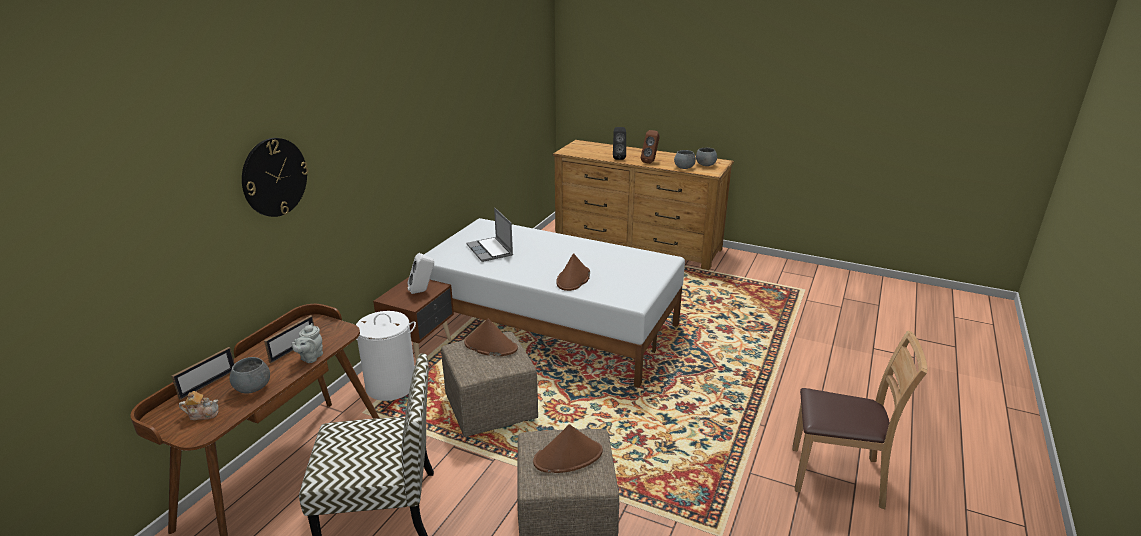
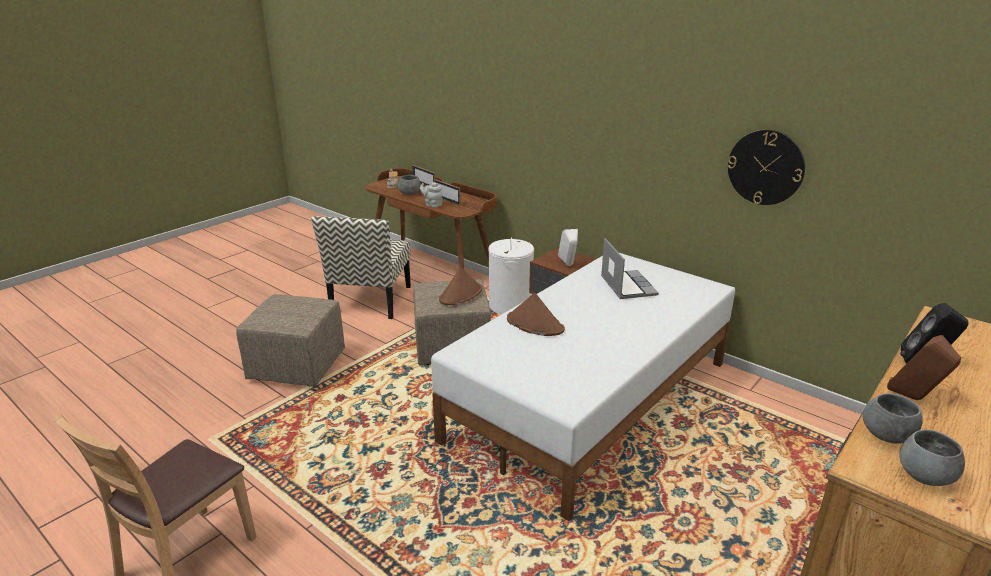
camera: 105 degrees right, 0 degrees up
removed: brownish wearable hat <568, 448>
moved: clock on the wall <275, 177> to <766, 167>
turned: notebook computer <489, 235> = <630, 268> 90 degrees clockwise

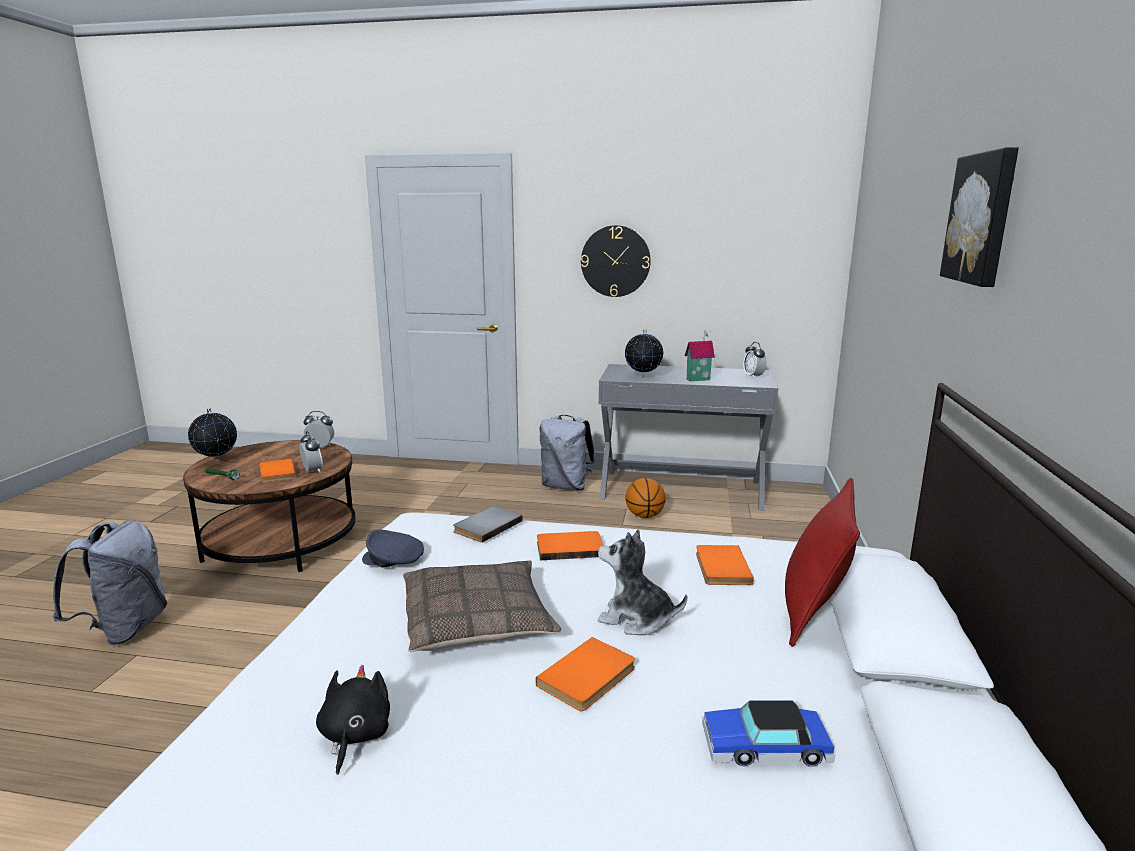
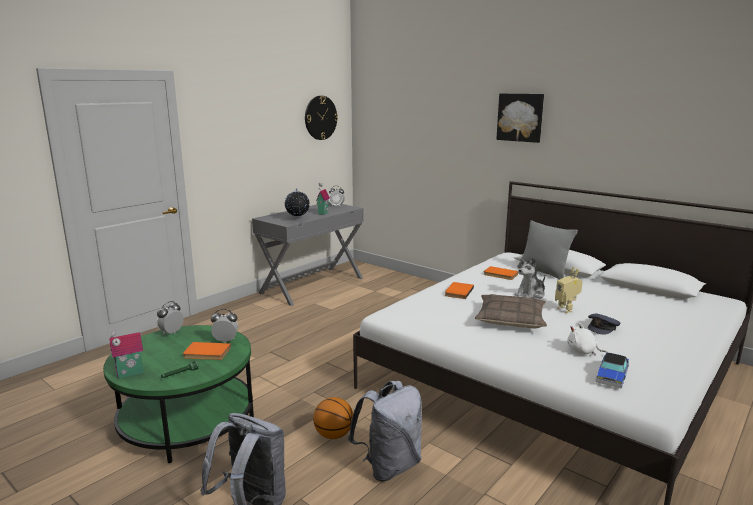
camera: 60 degrees left, 0 degrees up
removed: grey bound book <488, 524>
moved: clock on the wall <616, 261> to <321, 118>; grey knapsack <567, 453> to <385, 431>; basketball ball <645, 498> to <333, 418>; grey baseball cap <393, 548> to <604, 324>; toy car <768, 733> to <612, 371>
replaced: desk globe <212, 434> to model house <125, 354>; orange-coloured bound book <585, 674> to toy robot <569, 290>
recoloured: brownish lounge table <269, 506> to greenish lounge table <178, 394>; reddish pillow <822, 562> to grey pillow <547, 249>; black-coloured cuddly toy <353, 720> to whitish cuddly toy <588, 339>

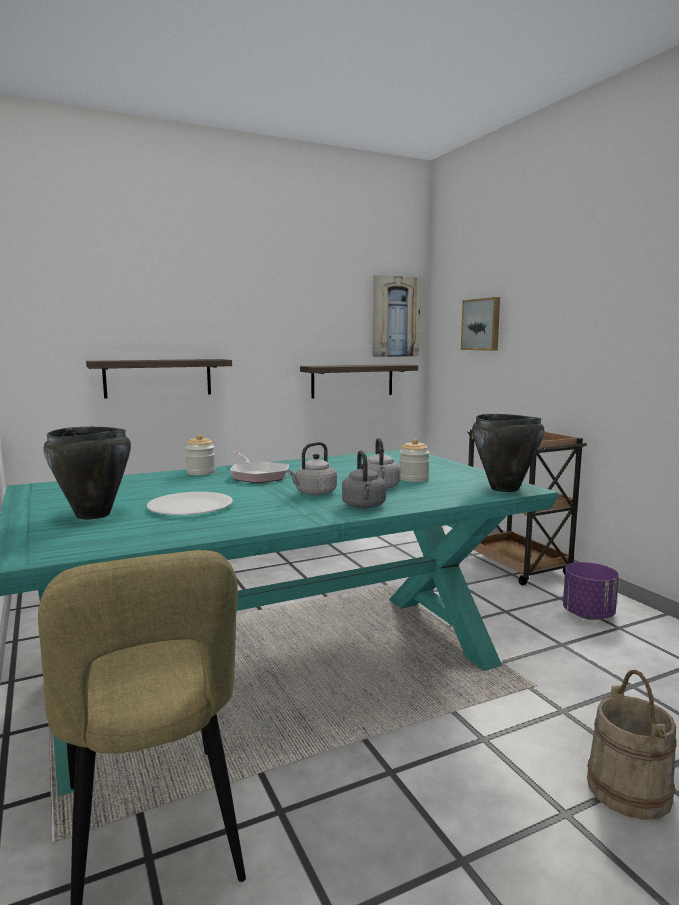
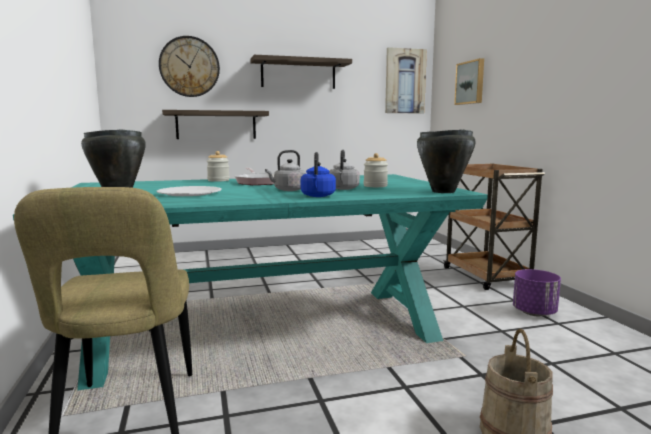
camera: 10 degrees right, 0 degrees up
added: clock on the wall <189, 66>
moved: shelf <359, 381> to <301, 72>
recoloured: grey kettle <364, 479> to blue-coloured kettle <318, 174>

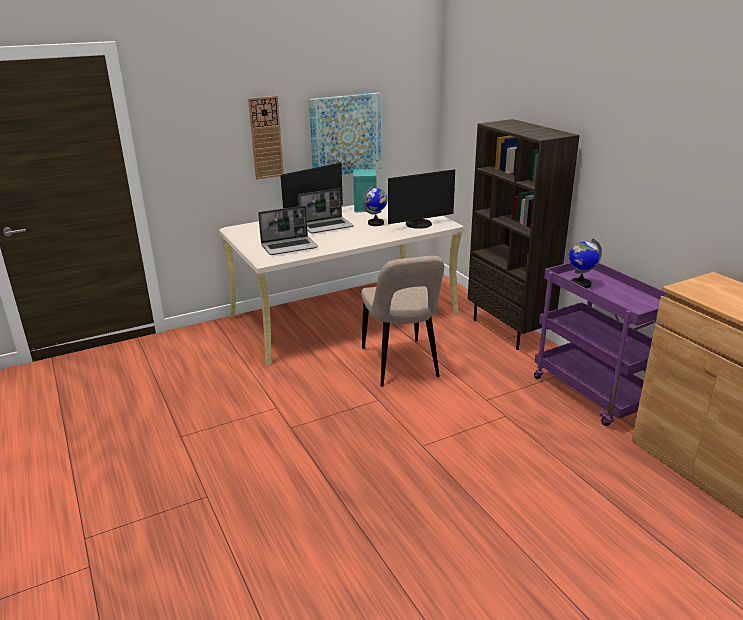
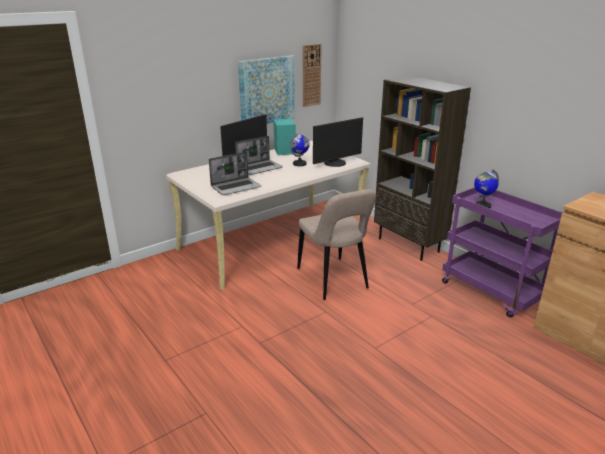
camera: 10 degrees left, 0 degrees up
moved: clock on the wall <266, 137> to <312, 75>

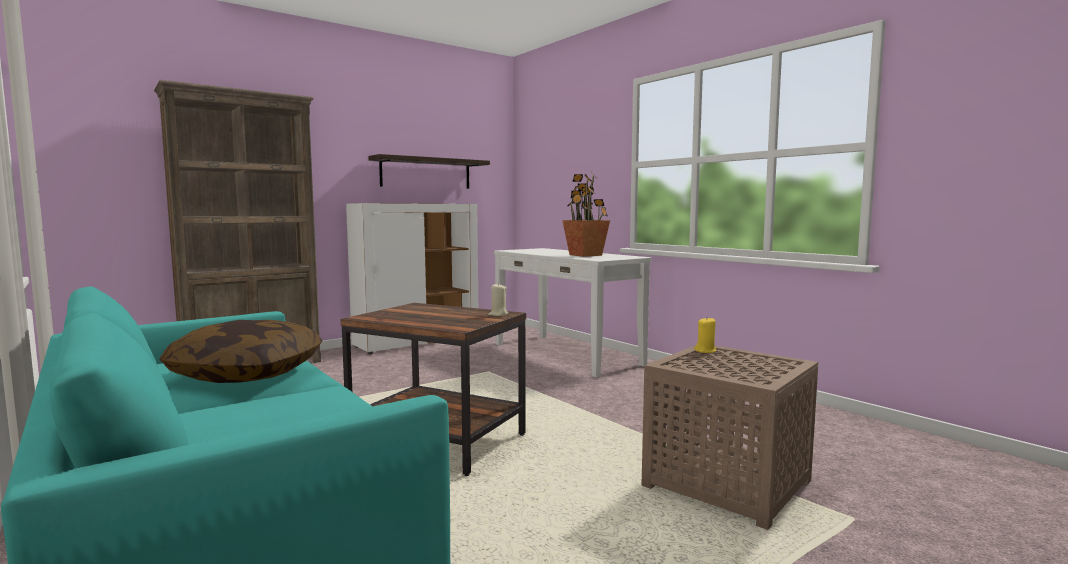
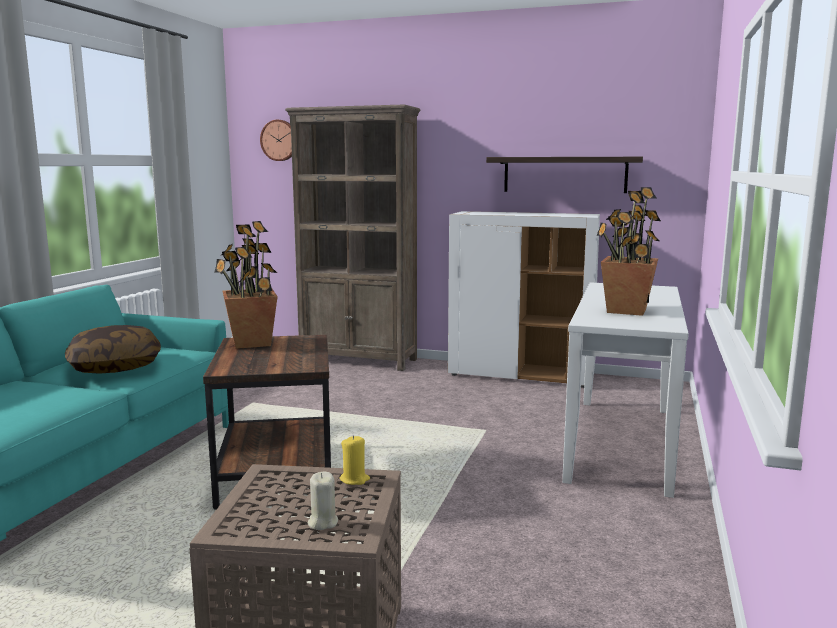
camera: 55 degrees right, 5 degrees up
added: clock on the wall <276, 140>; plant in a pot <246, 285>
moved: beige wax candle <498, 299> to <323, 501>

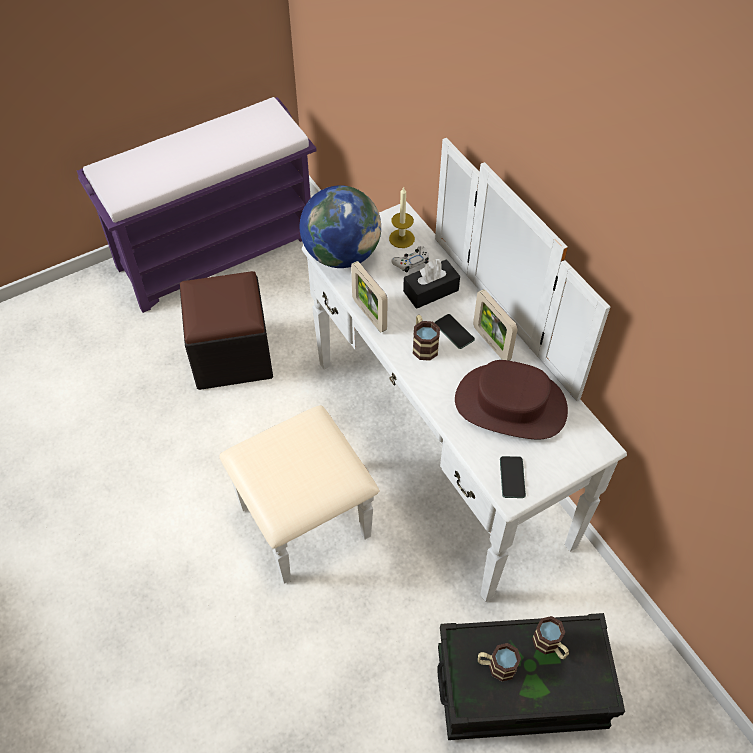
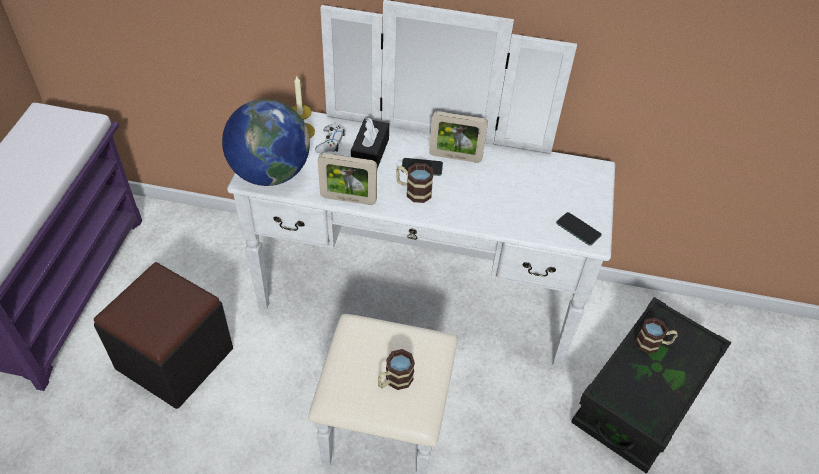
camera: 50 degrees left, 5 degrees down
removed: brownish wearable hat <511, 399>
moved: coffee mug <499, 662> to <396, 369>

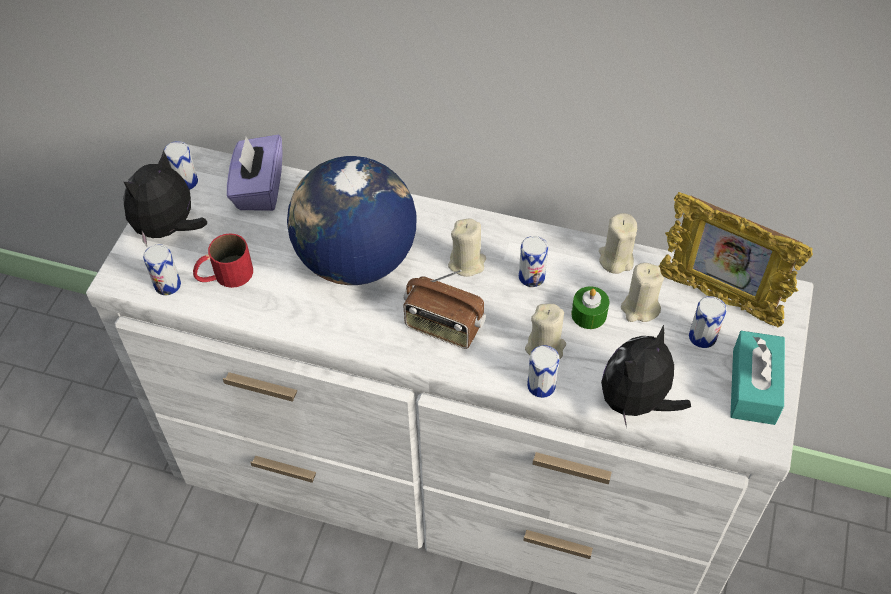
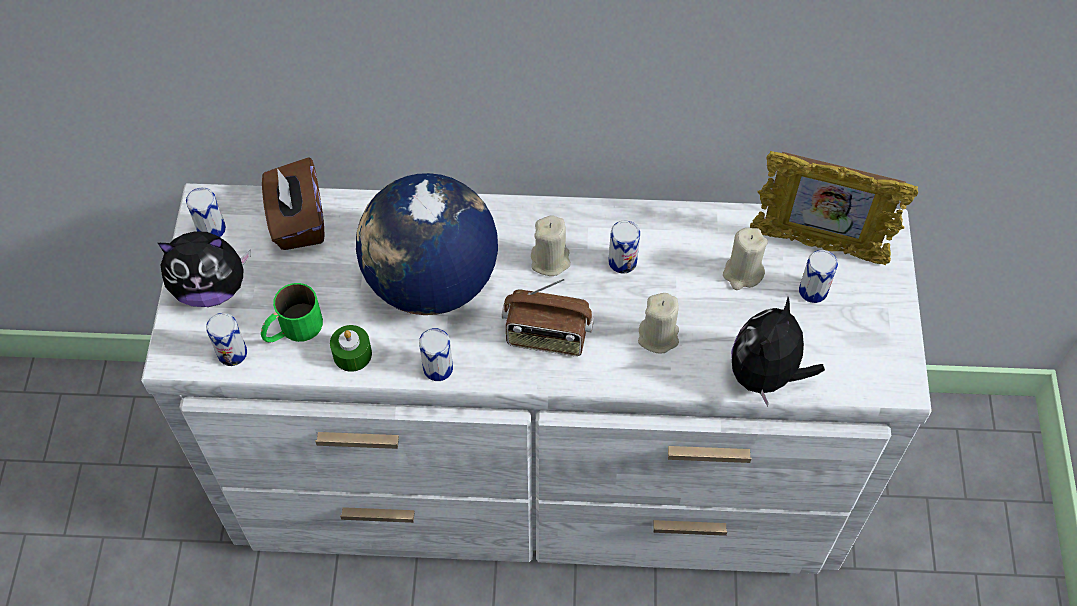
camera: 15 degrees left, 5 degrees up
removed: beige wax candle <618, 243>; blue-green box of tissues <757, 378>
moved: greenish wax candle <590, 307> to <351, 348>; metal can <543, 371> to <436, 354>
recoloured: purple box of tissues <254, 172> to brownish box of tissues <293, 203>; reddish coffee mug <223, 260> to greenish coffee mug <292, 313>
turned: cuddly toy <165, 198> = <204, 269> 120 degrees counterclockwise

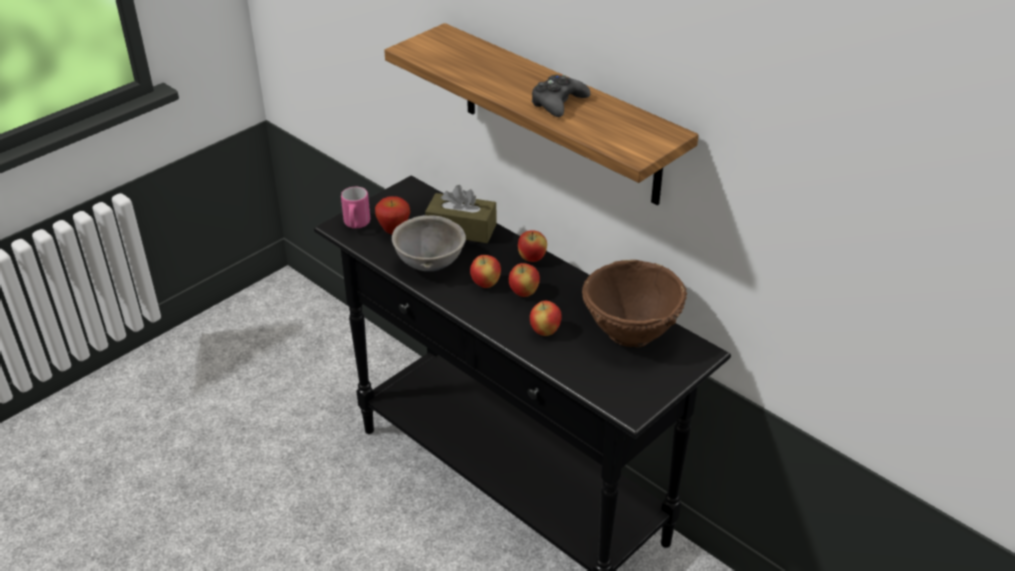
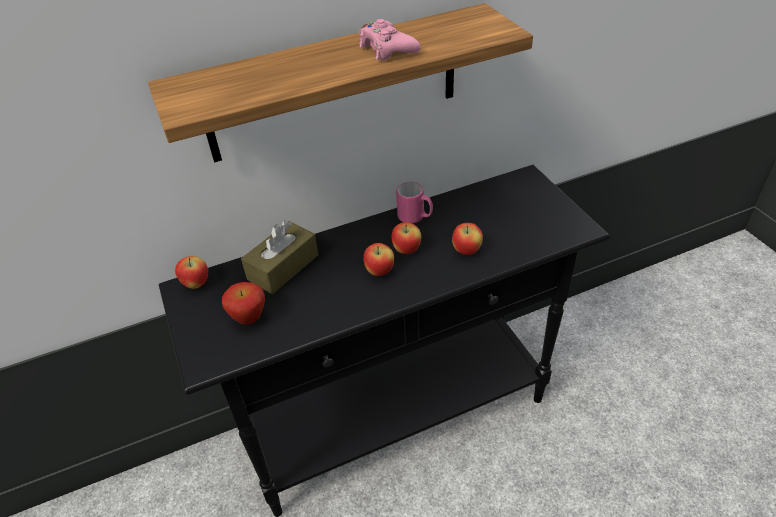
camera: 65 degrees left, 5 degrees up
removed: grey deep dish <429, 243>; brownish deep dish <634, 303>
moved: pink coffee mug <355, 207> to <414, 202>; whole apple <532, 246> to <191, 272>
recoloured: black-coloured joypad <561, 95> to pink joypad <390, 40>

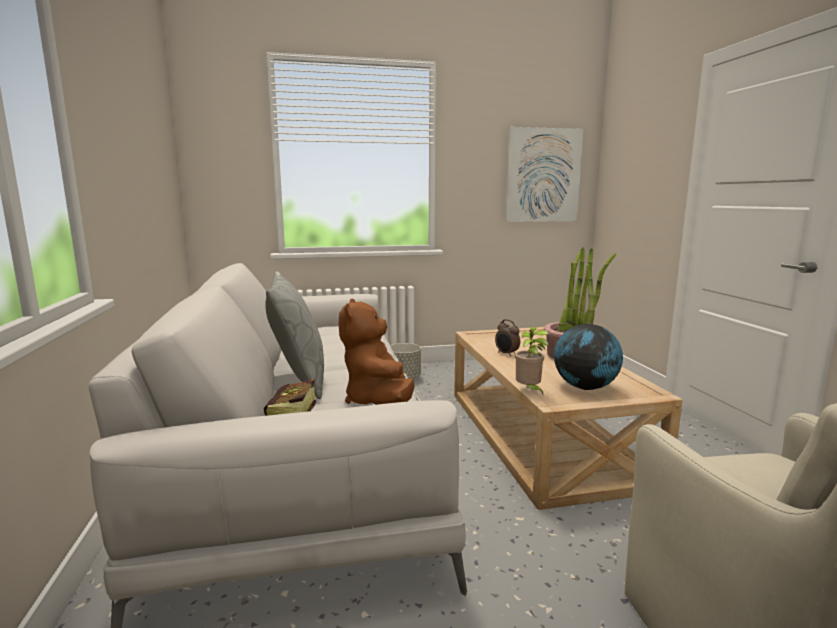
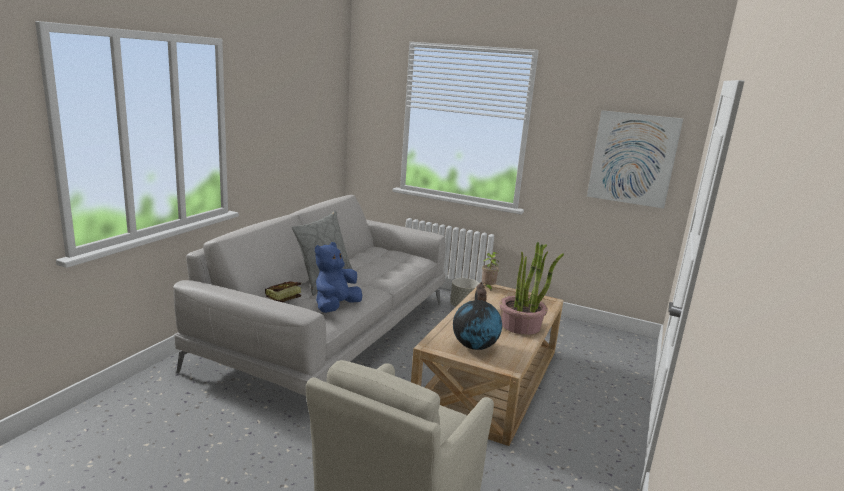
camera: 35 degrees right, 5 degrees up
moved: plant in a pot <531, 361> to <490, 272>
recoloured: brownish cuddly toy <377, 352> to blue-coloured cuddly toy <338, 277>

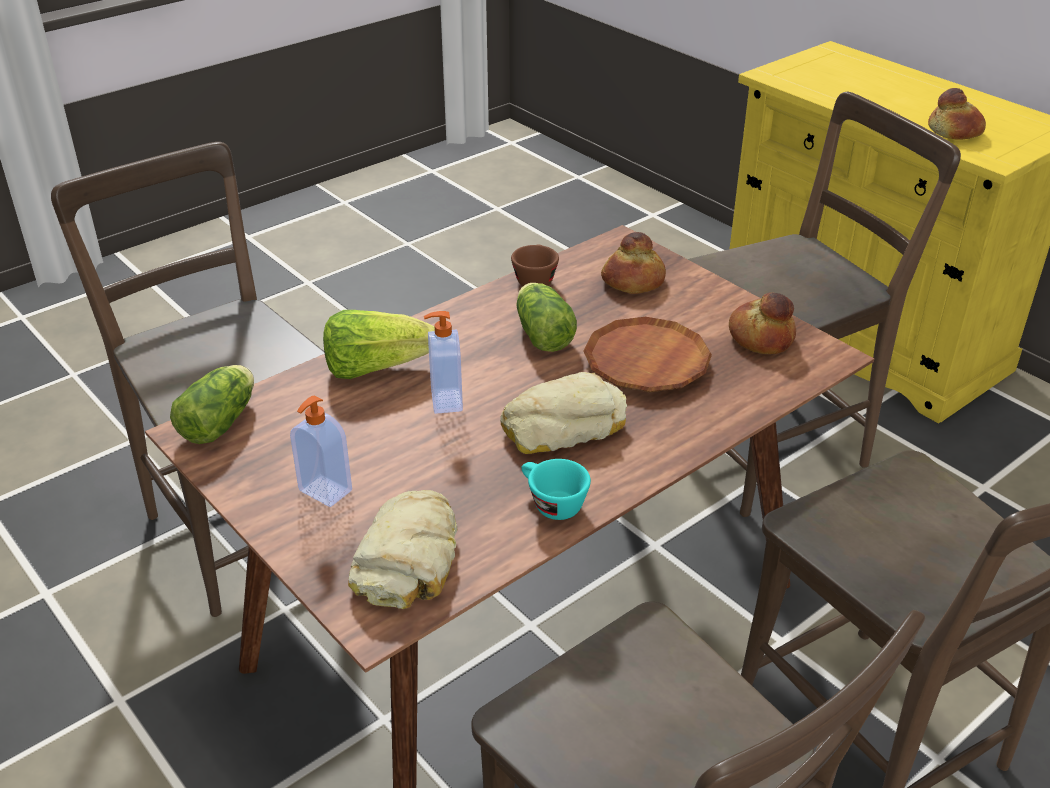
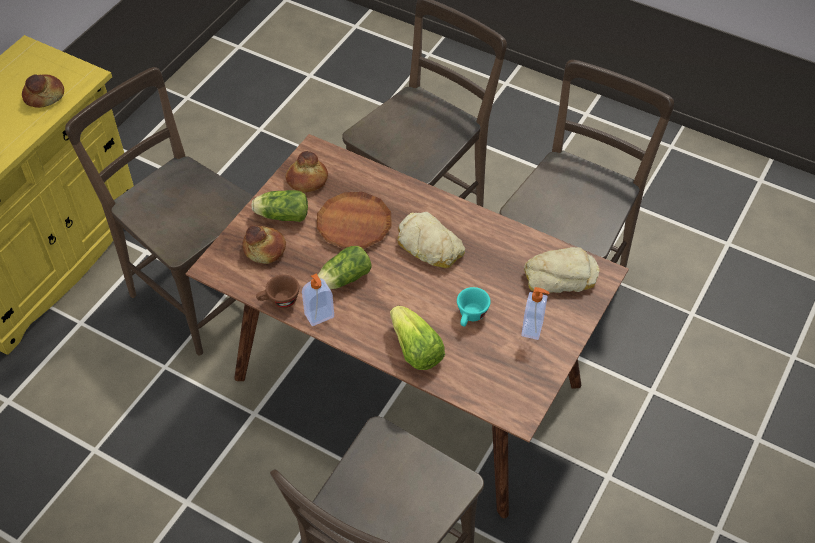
camera: 110 degrees left, 15 degrees up
moved: soap dispenser <443, 362> to <318, 299>; lettuce <212, 404> to <279, 206>; blue-green drinking cup <556, 489> to <474, 307>

